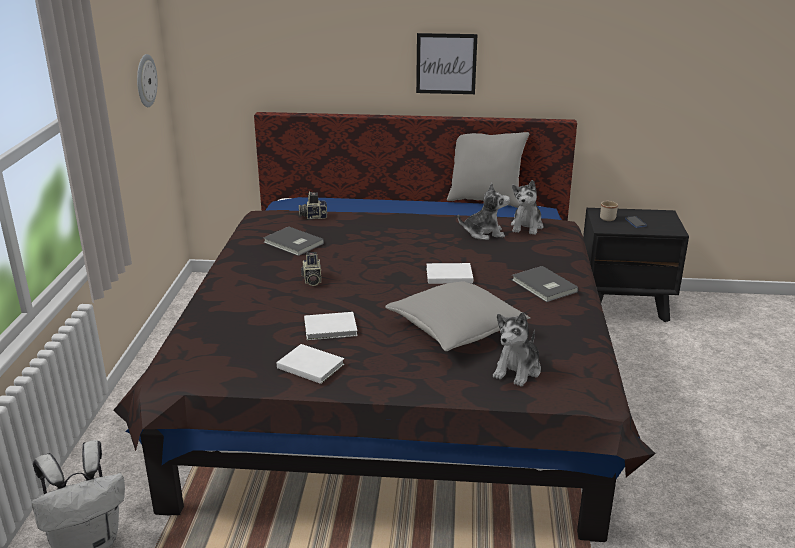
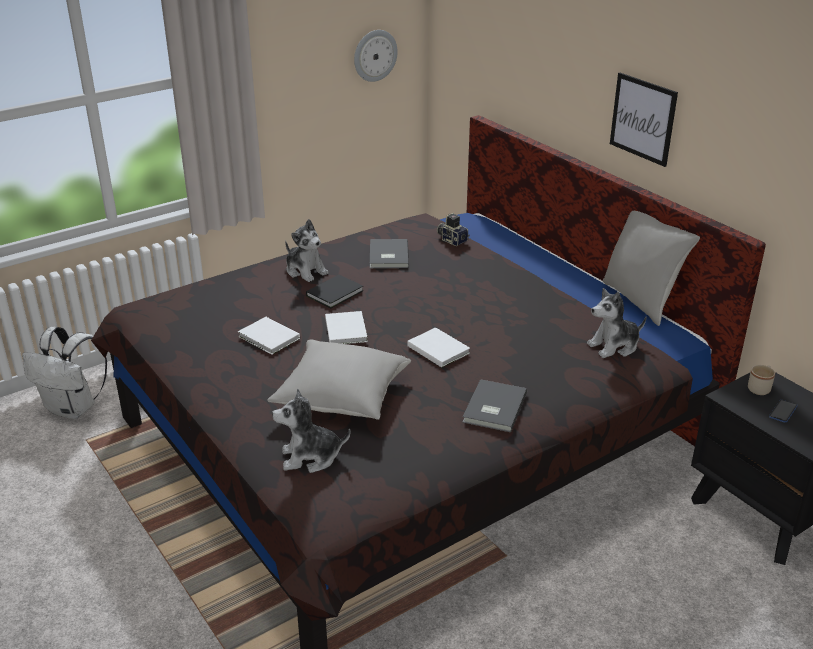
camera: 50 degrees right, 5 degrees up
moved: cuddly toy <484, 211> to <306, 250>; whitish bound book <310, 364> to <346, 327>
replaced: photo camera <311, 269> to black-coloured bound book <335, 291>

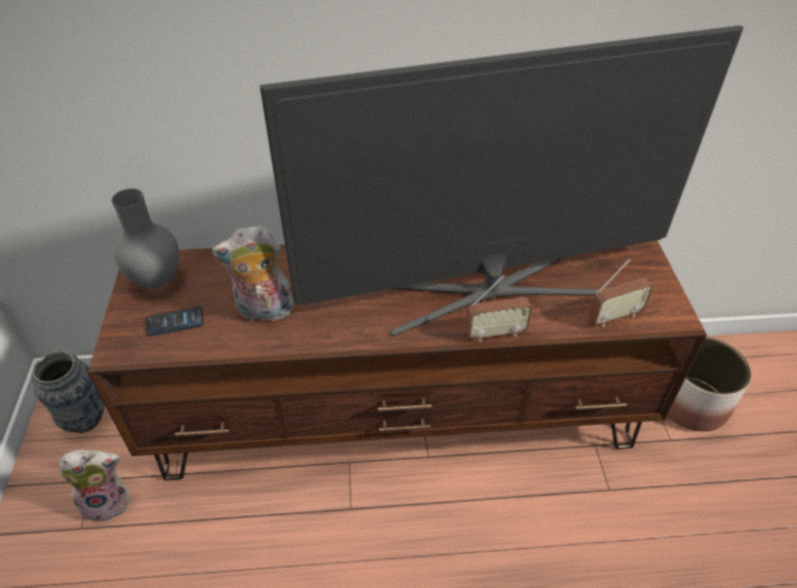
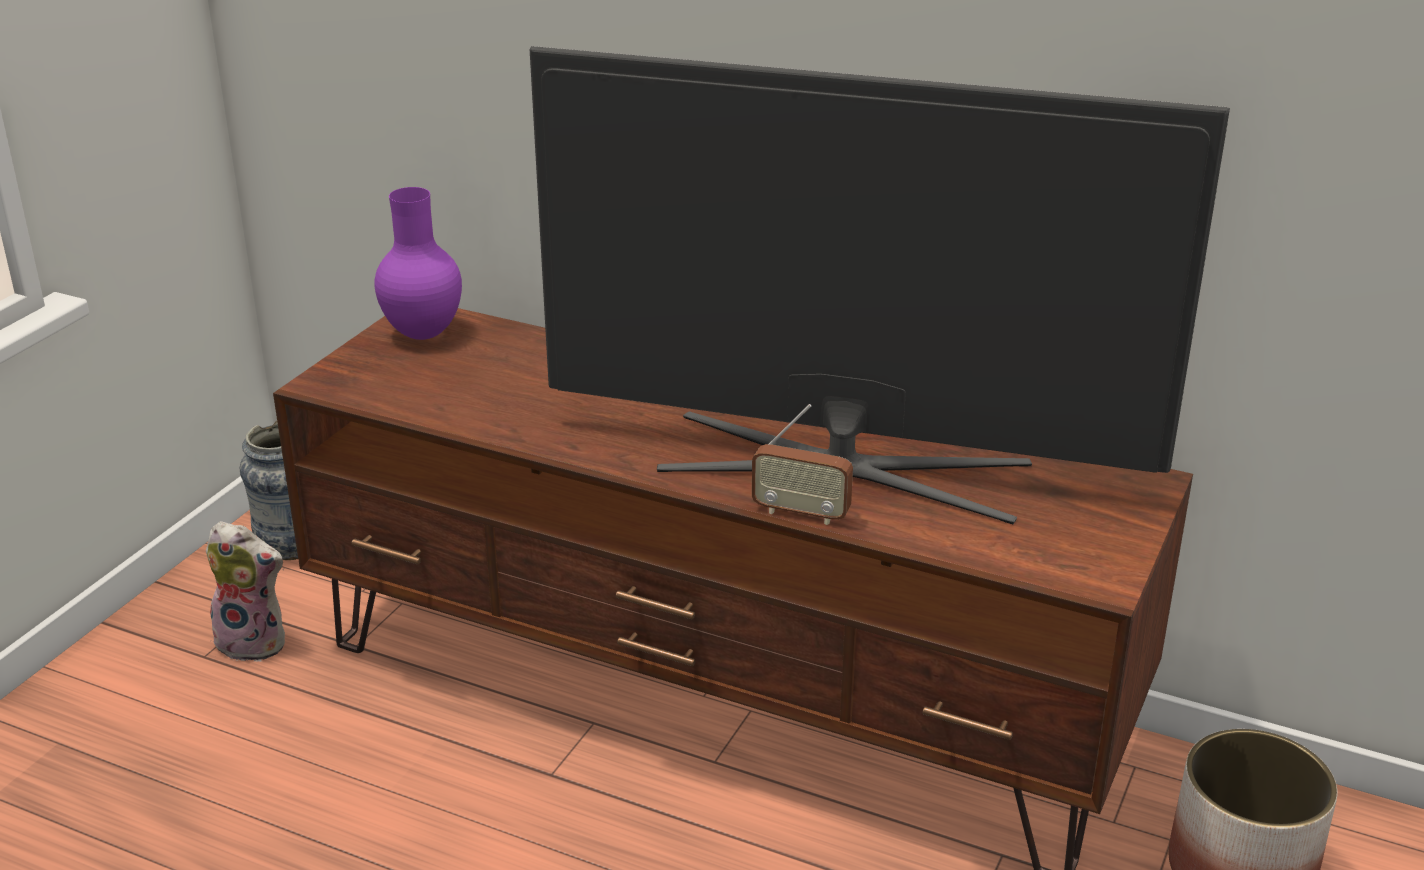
camera: 30 degrees right, 15 degrees down
removed: cuddly toy <253, 275>; radio <621, 293>; handset <175, 321>
recoloured: grey decorative vase <145, 238> to purple decorative vase <418, 263>

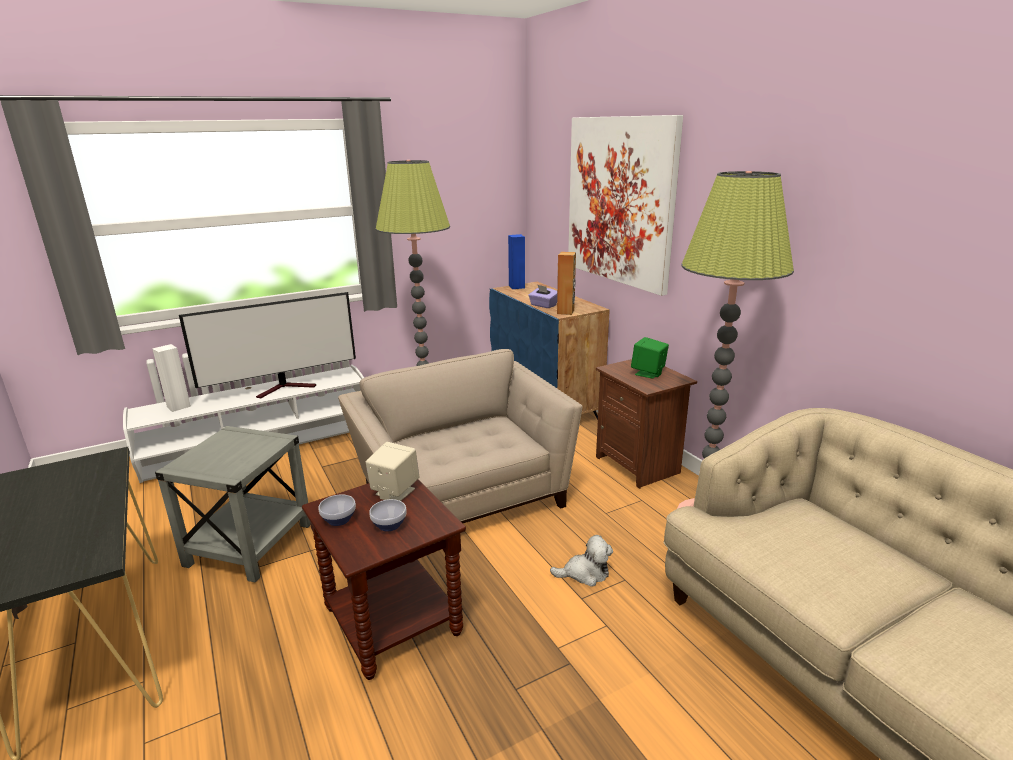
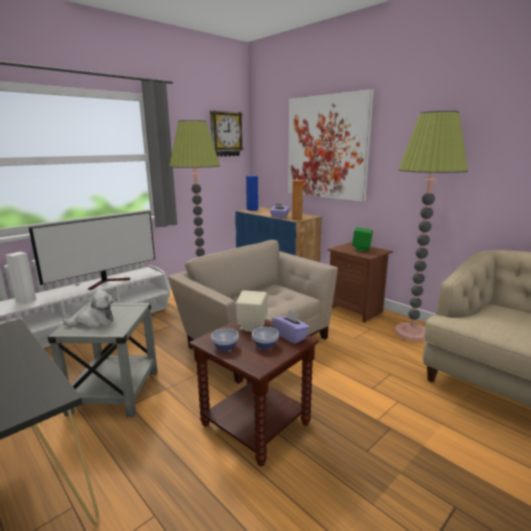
camera: 15 degrees left, 5 degrees down
added: clock on the wall <227, 134>; purple box of tissues <291, 327>
moved: cuddly toy <581, 561> to <88, 309>

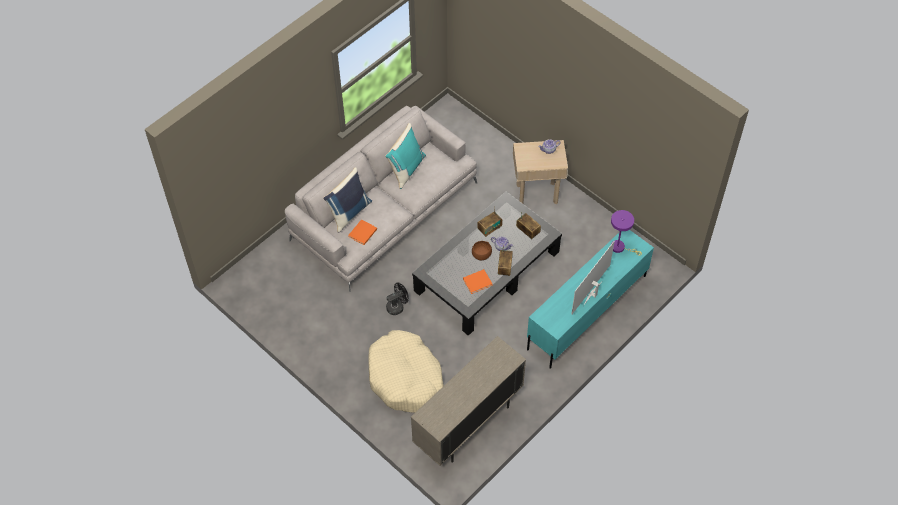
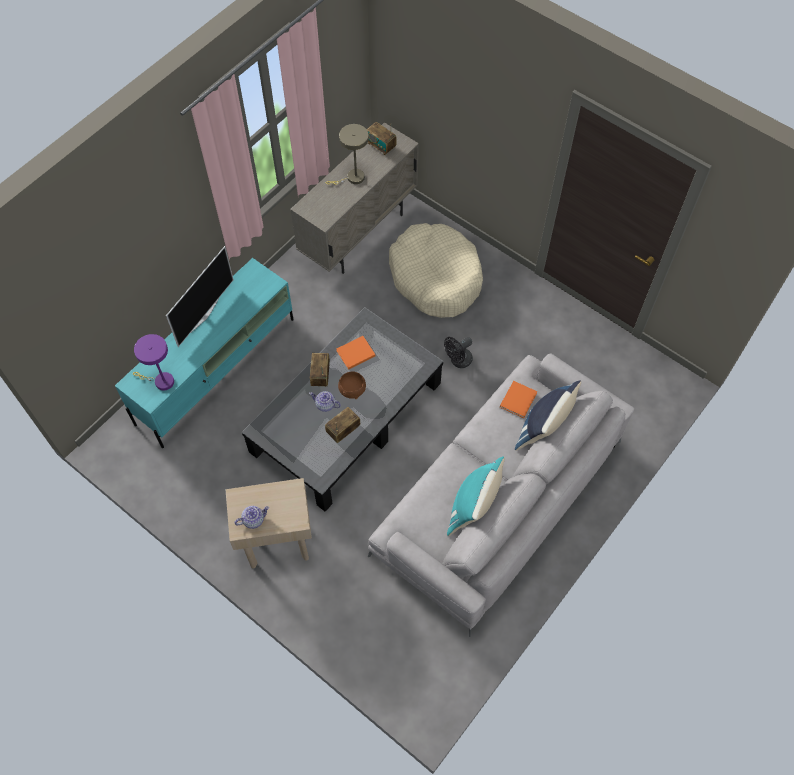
camera: 175 degrees right, 5 degrees up
added: beige tabletop lamp <347, 154>
moved: radio <528, 225> to <382, 138>

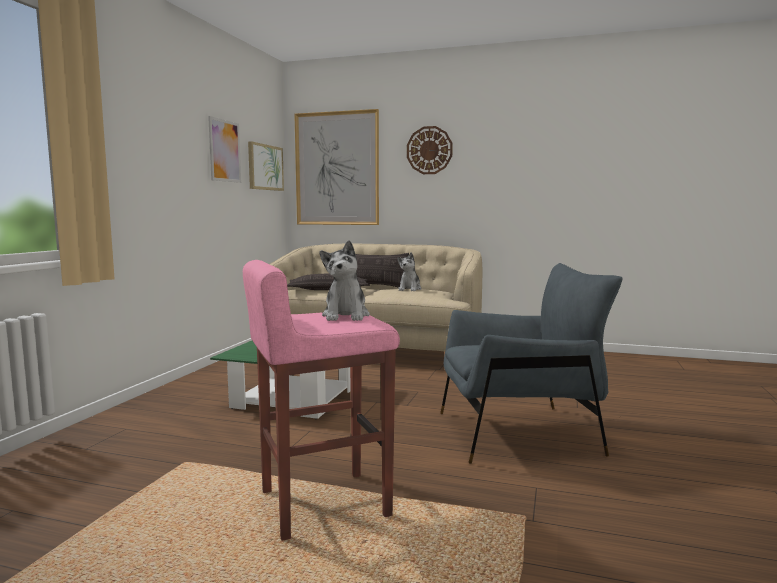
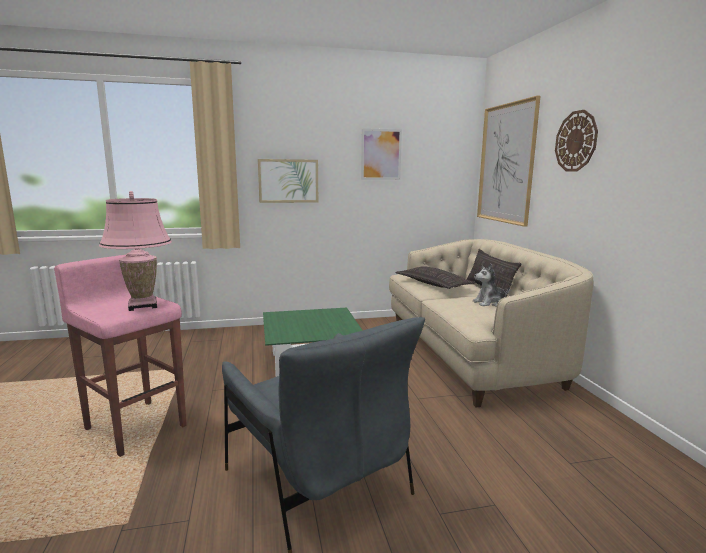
camera: 60 degrees right, 5 degrees up
moved: picture <266, 166> to <288, 181>
replaced: cuddly toy <345, 280> to pink tabletop lamp <135, 251>

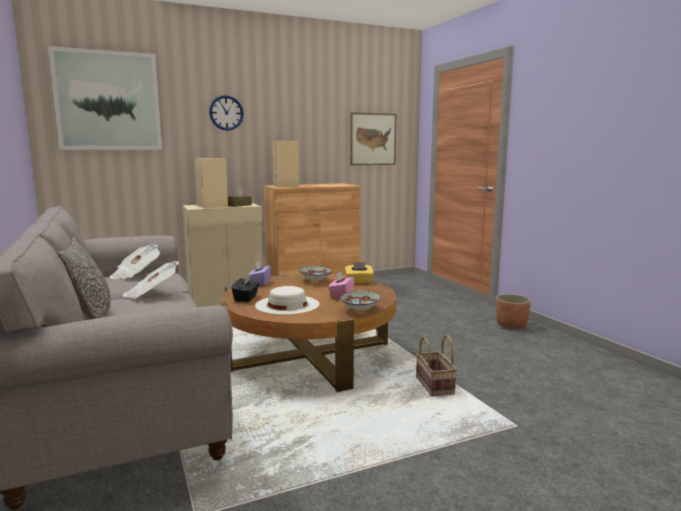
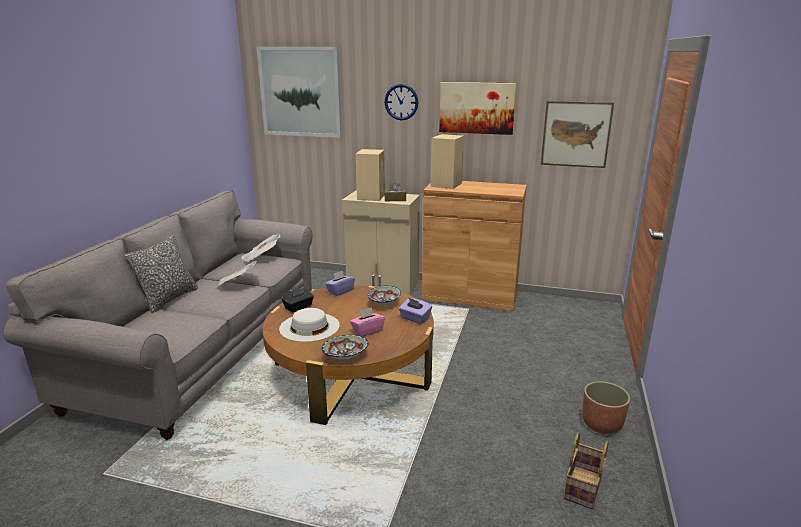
camera: 40 degrees right, 10 degrees up
added: picture <478, 108>
moved: basket <436, 365> to <586, 470>
recoloured: yellowish box of tissues <359, 273> to purple box of tissues <415, 311>

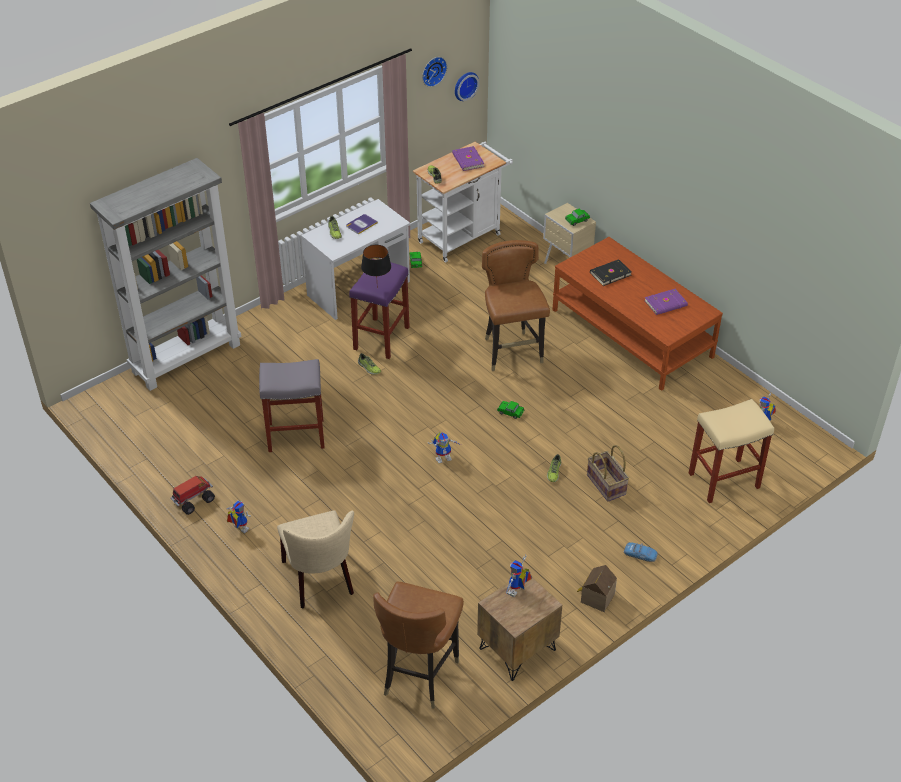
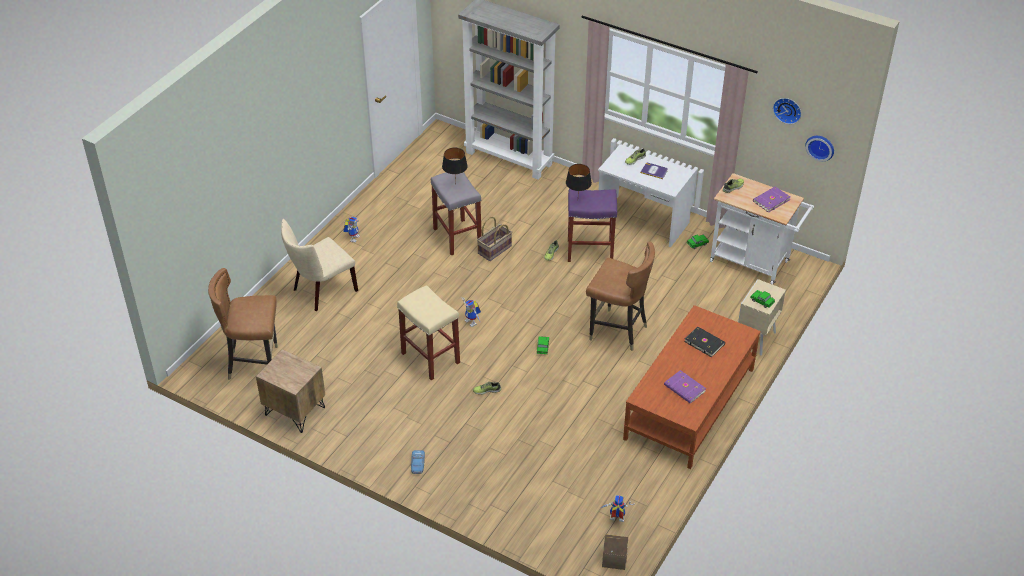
camera: 70 degrees right, 0 degrees up
removed: toy lorry <193, 495>; toy robot <518, 576>
added: black-coloured tabletop lamp <455, 166>
moved: beige stool seat <731, 451> to <428, 332>; basket <608, 473> to <494, 239>; model house <597, 588> to <615, 552>
turned: brownish chair <516, 305> = <620, 296> 60 degrees clockwise

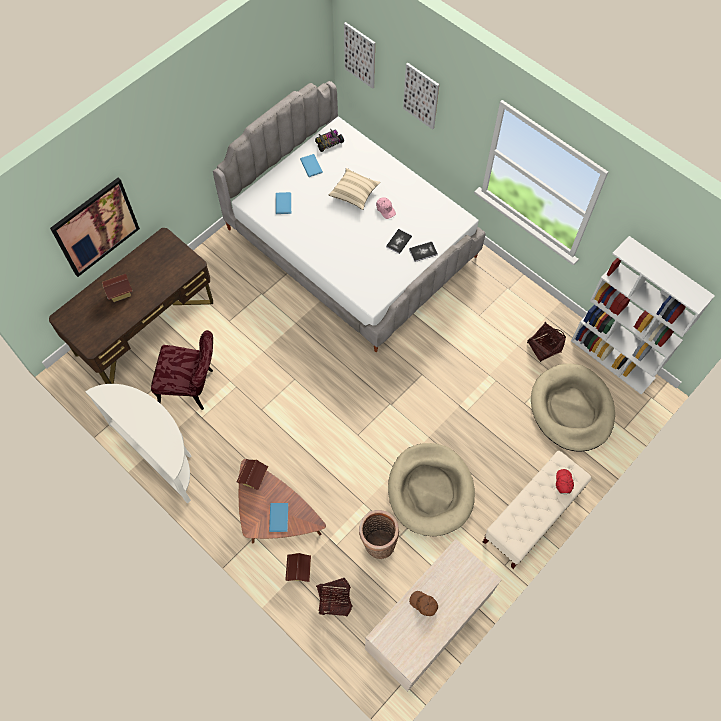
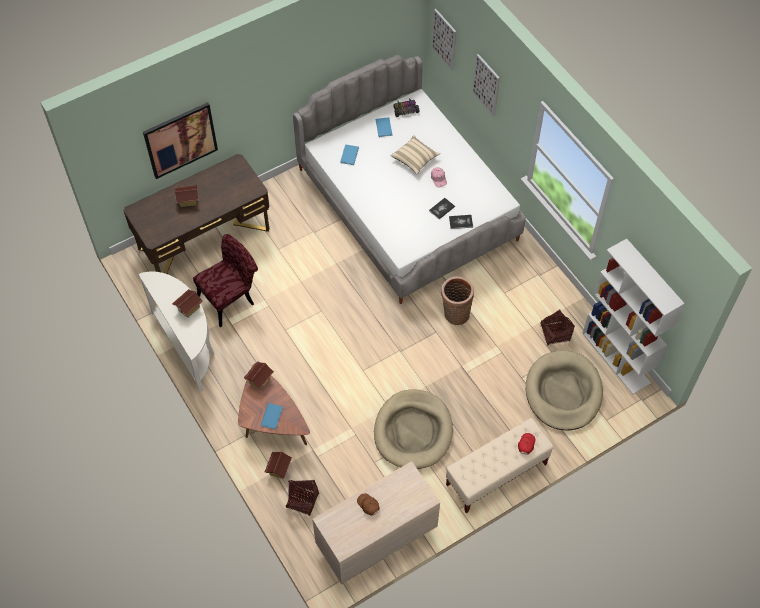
camera: 15 degrees right, 5 degrees down
added: model house <187, 303>
moved: basket <379, 534> to <457, 300>
turned: reddish chair <182, 370> = <225, 280> 60 degrees counterclockwise

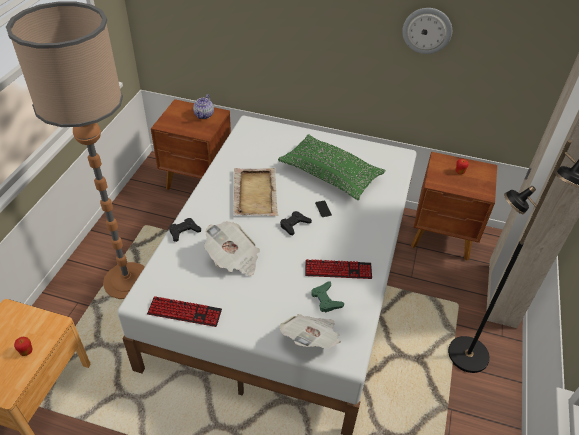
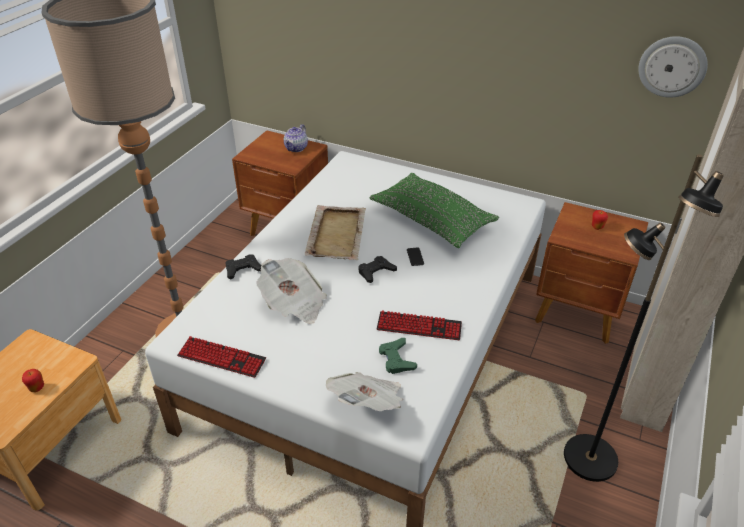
camera: 10 degrees right, 5 degrees down
moved: clock on the wall <427, 31> to <673, 67>

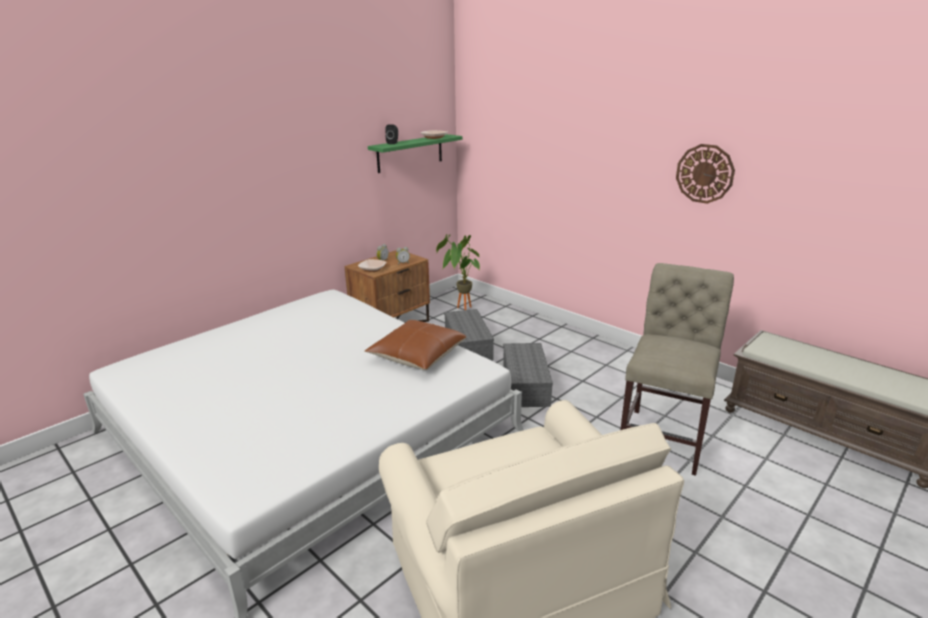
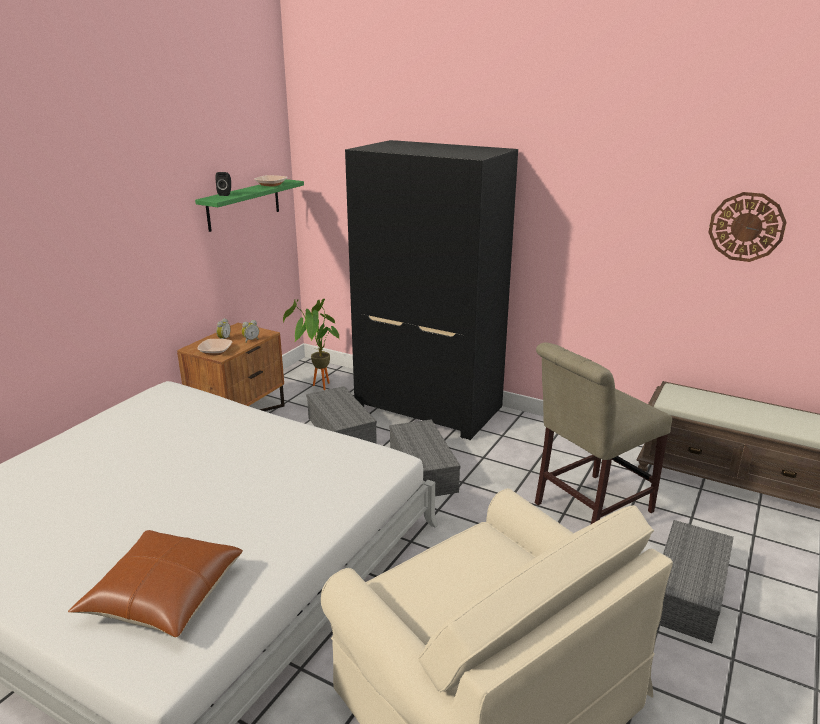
camera: 15 degrees left, 0 degrees up
added: black-coloured wardrobe <431, 290>; grey storage box <696, 581>
moved: clock on the wall <705, 174> to <747, 227>; brownish pillow <416, 345> to <155, 583>
turned: beige chair <677, 369> = <603, 433> 135 degrees counterclockwise

